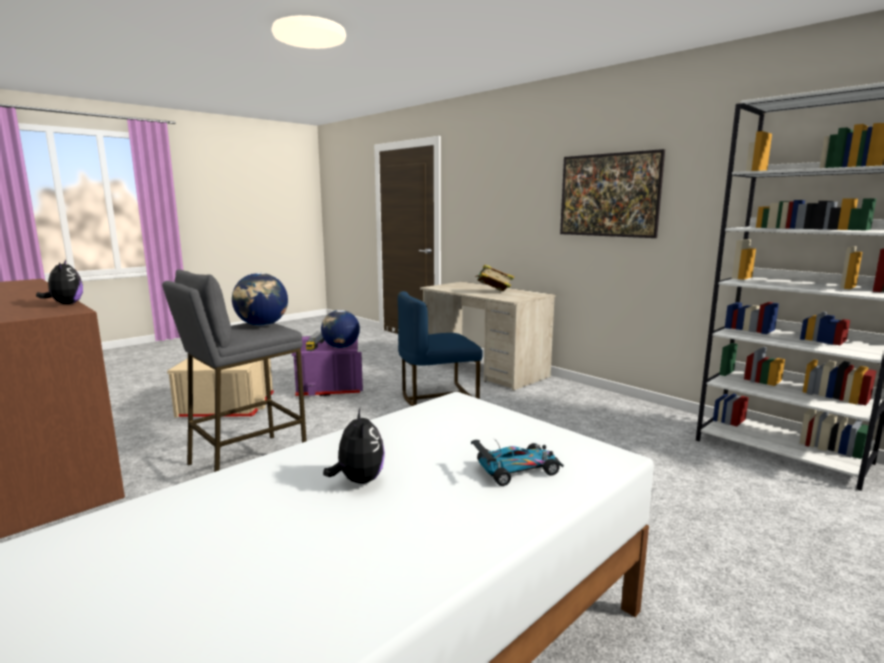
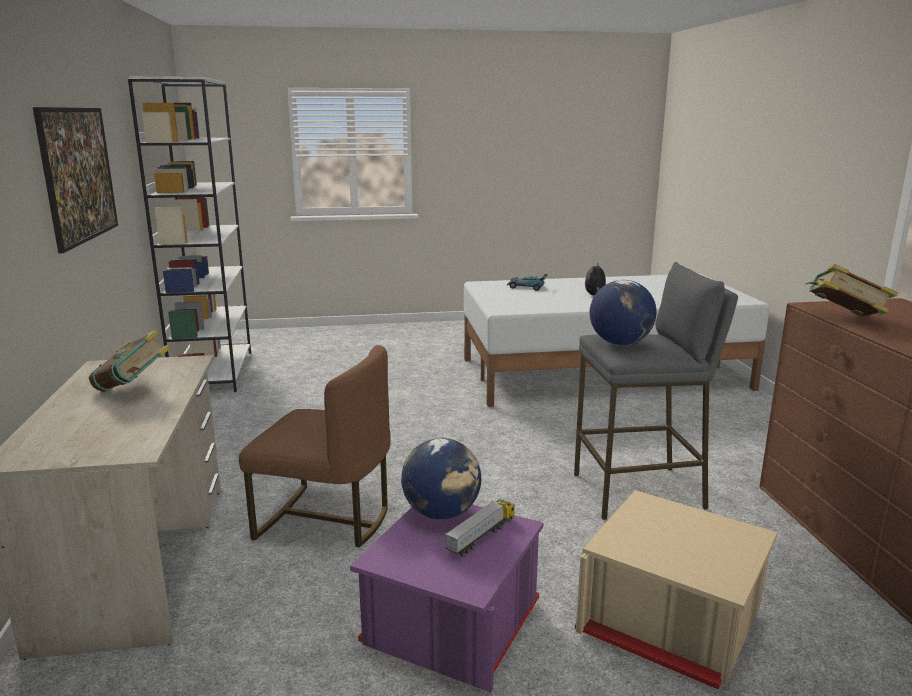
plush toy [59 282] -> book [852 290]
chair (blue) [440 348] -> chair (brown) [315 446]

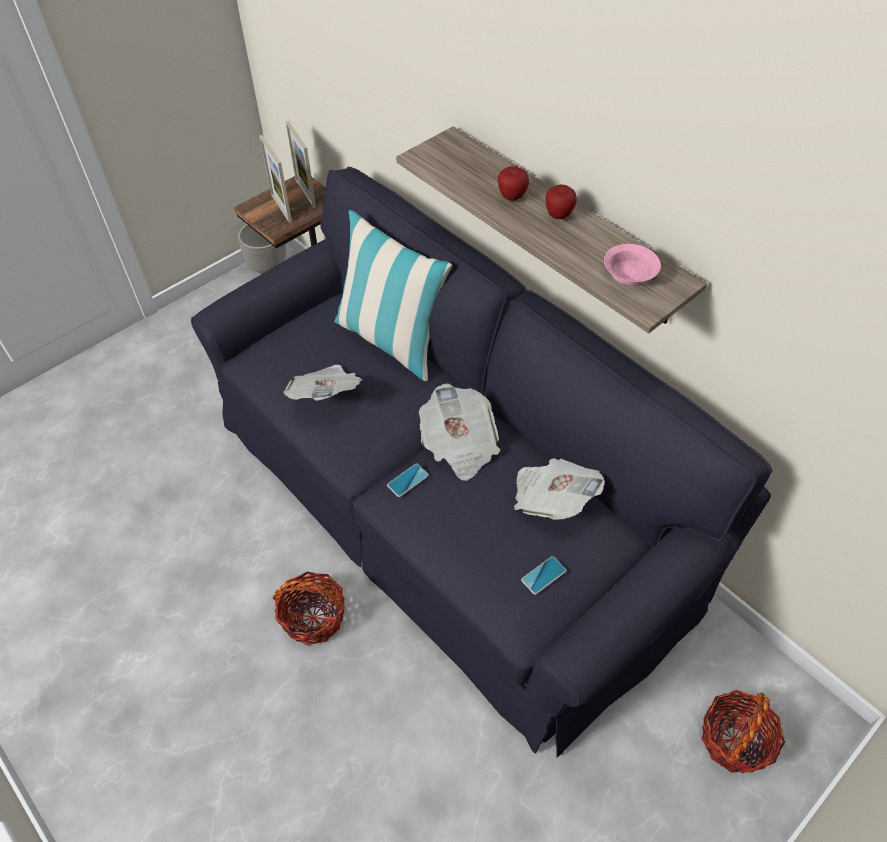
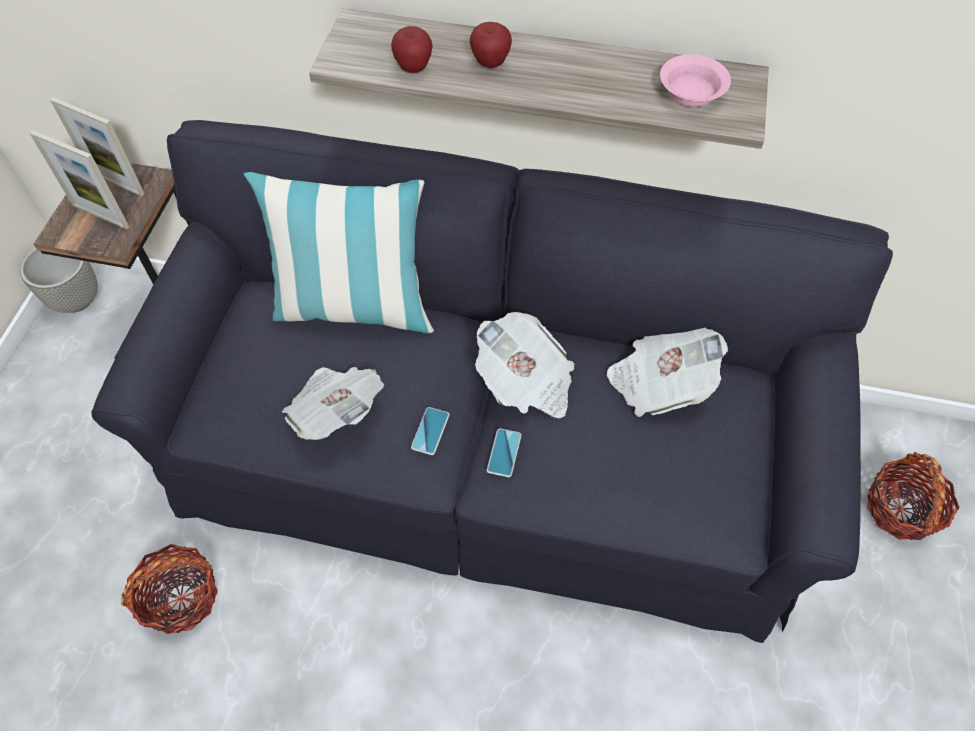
basket [309 608] -> basket [169 589], shifted
phone [543 575] -> phone [430 431], shifted
apple [561 202] -> apple [411 49], shifted

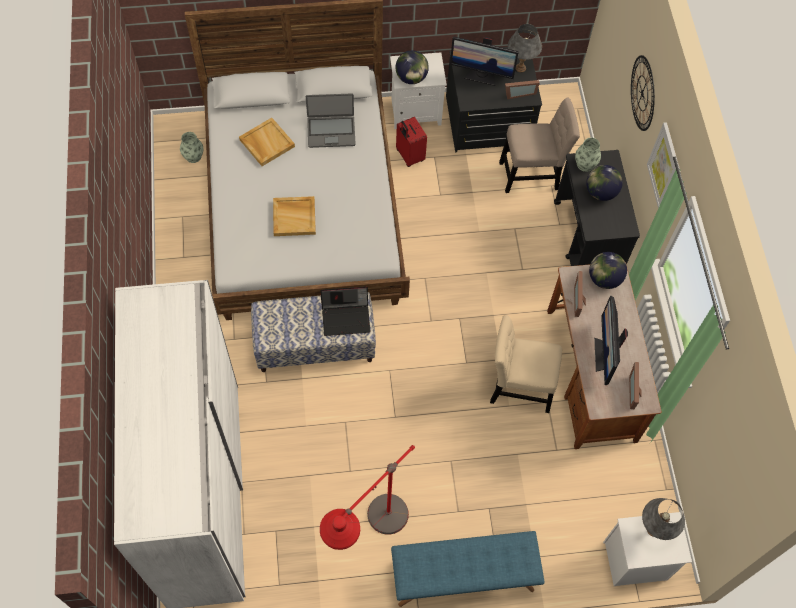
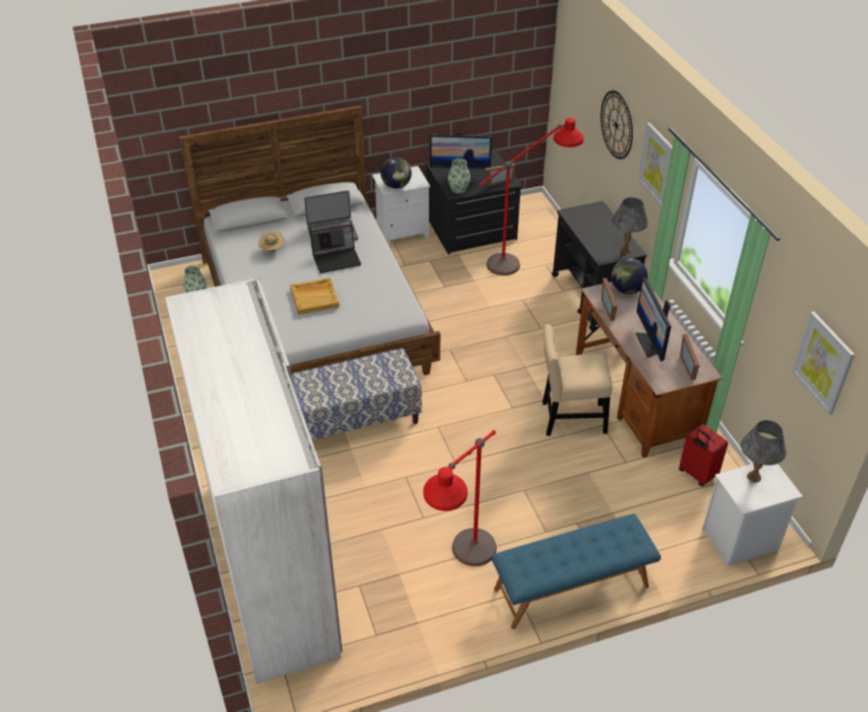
globe [604 183] -> none
none -> picture [823 363]
laptop [345 311] -> laptop [335 248], shifted
suitcase (red) [411 142] -> suitcase (red) [703 455], shifted
table lamp (grey) [525 48] -> table lamp (grey) [630 225], shifted
vase [588 155] -> vase [459 175], shifted
tray (beige) [267 142] -> hat (beige) [271 241]
chair (beige) [539 145] -> floor lamp (red) [531 197]

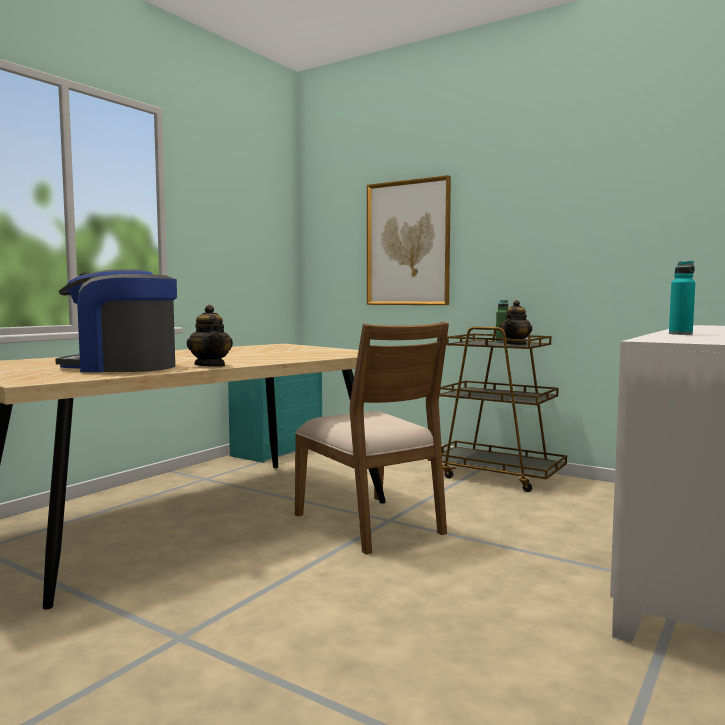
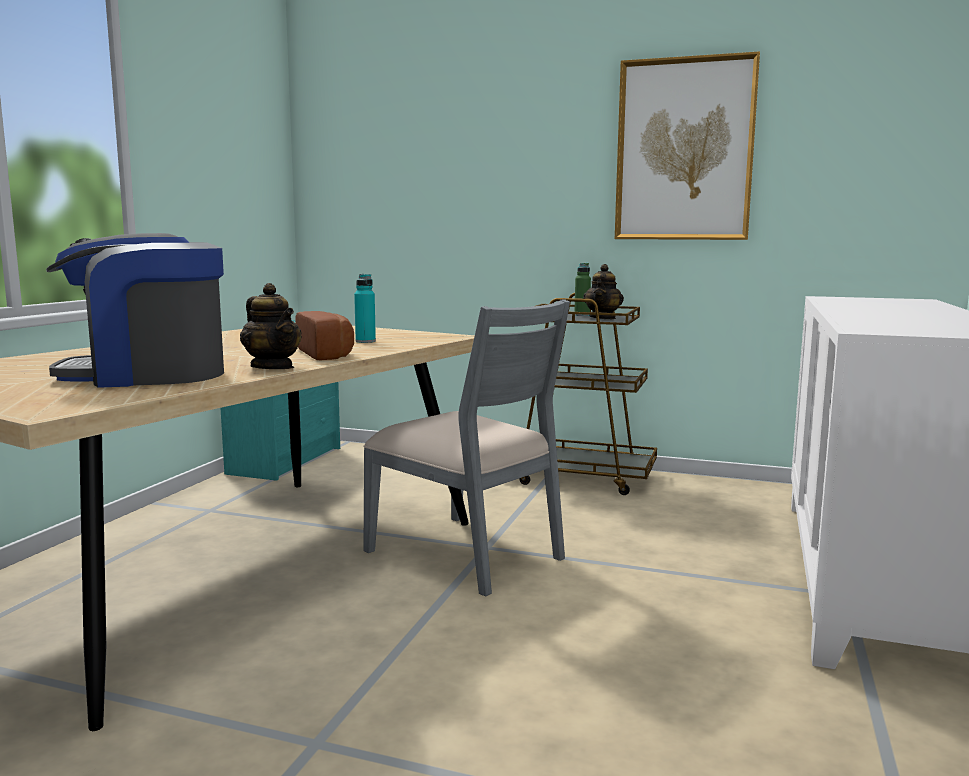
none -> bread [325 335]
picture [409 240] -> picture [687 145], shifted
bottle (turquoise) [682 298] -> bottle (turquoise) [365 308], shifted
chair (brown) [372 438] -> chair (grey) [466 448]

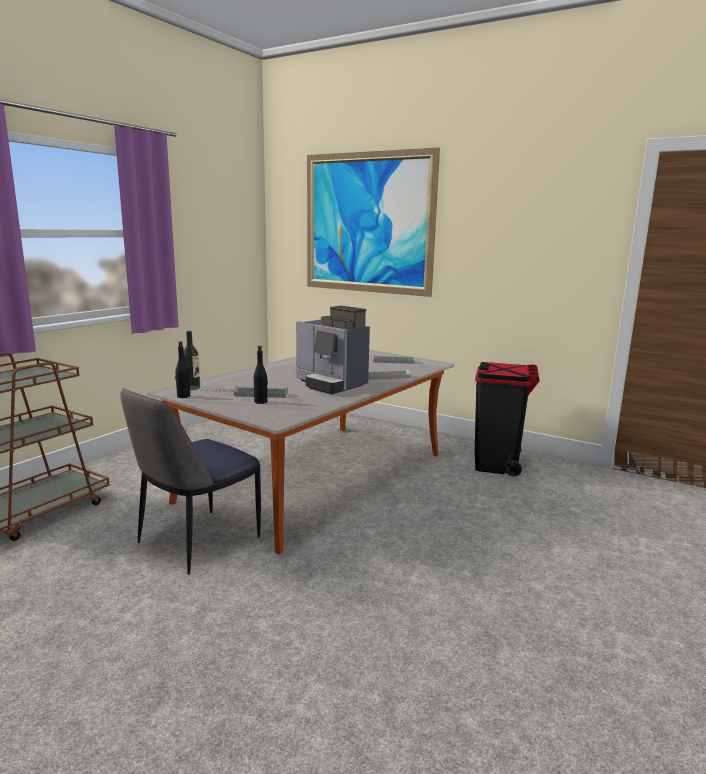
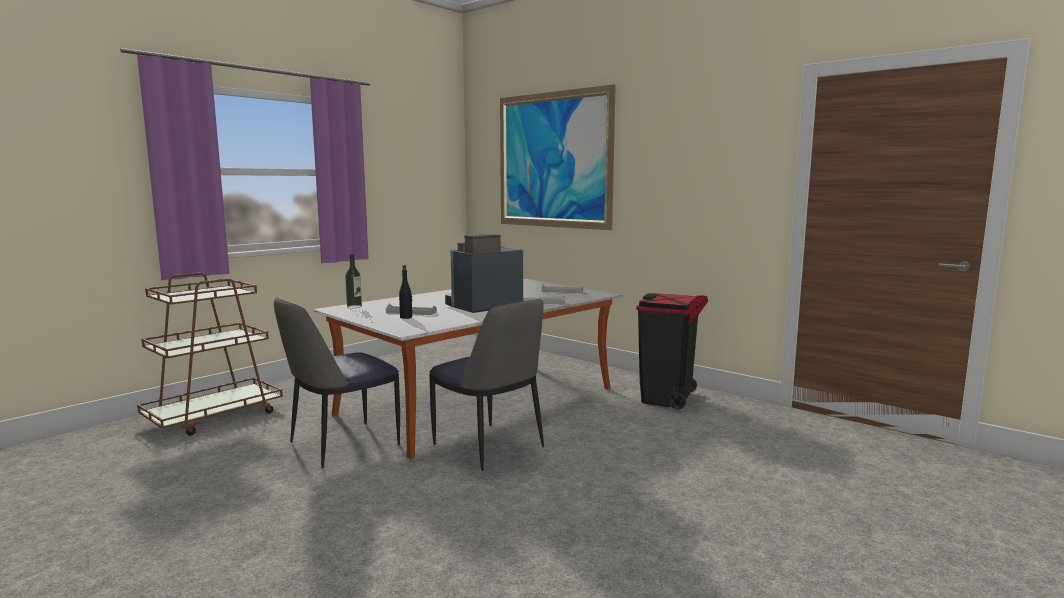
bottle (black) [182 369] -> none
none -> chair [486 385]
coffee machine [333 350] -> coffee machine [484 273], 90 degrees clockwise

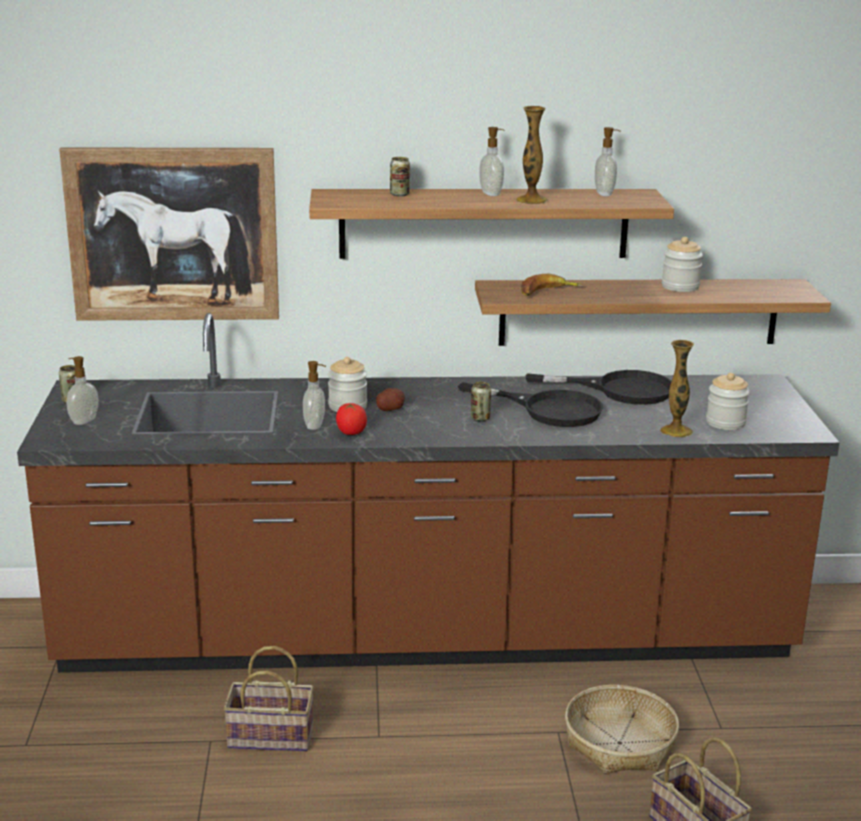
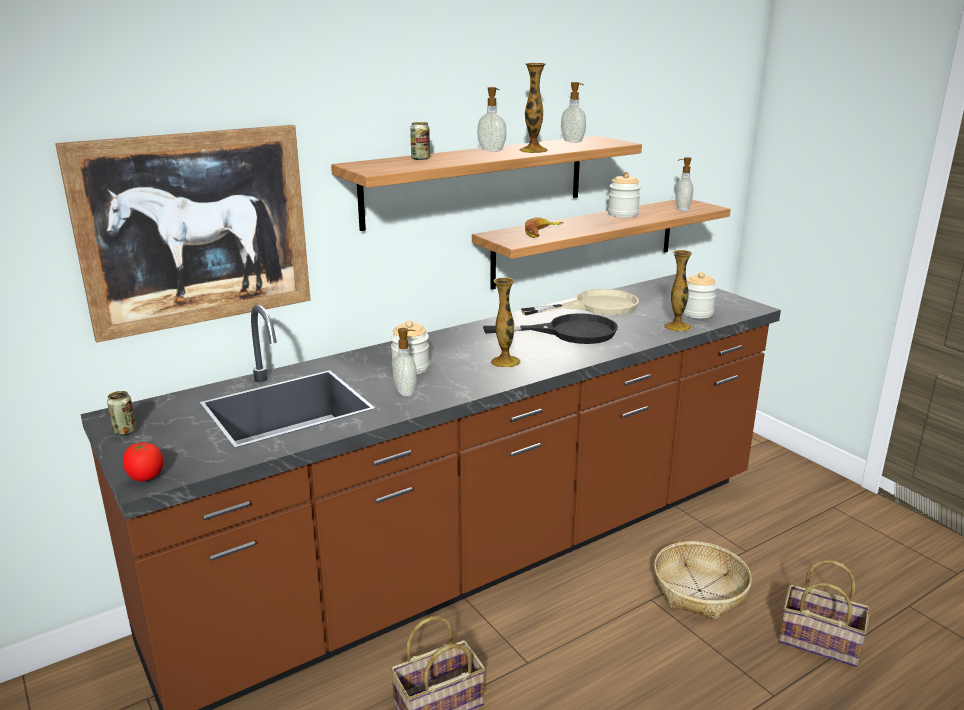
potato [390 399] -> none
can [481 402] -> none
none -> vase [506 322]
soap dispenser [82 390] -> soap dispenser [684 184], shifted
tomato [351 419] -> tomato [143 462], shifted
frying pan (black) [598 387] -> frying pan (beige) [580 302]

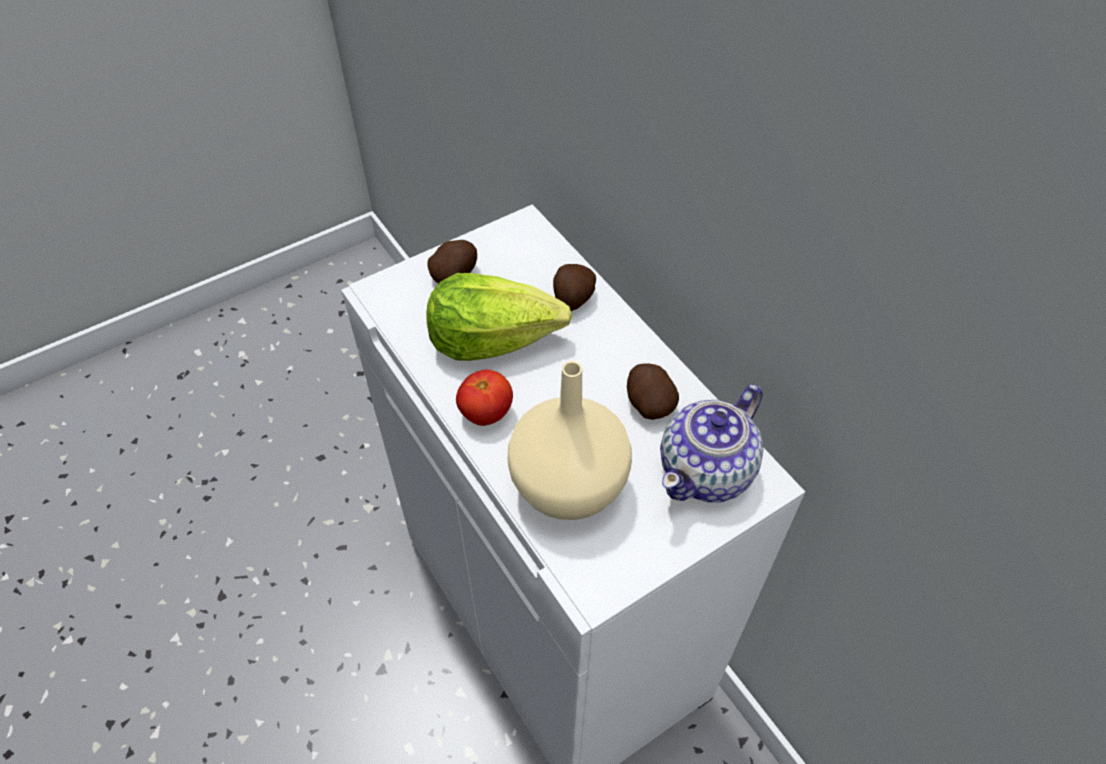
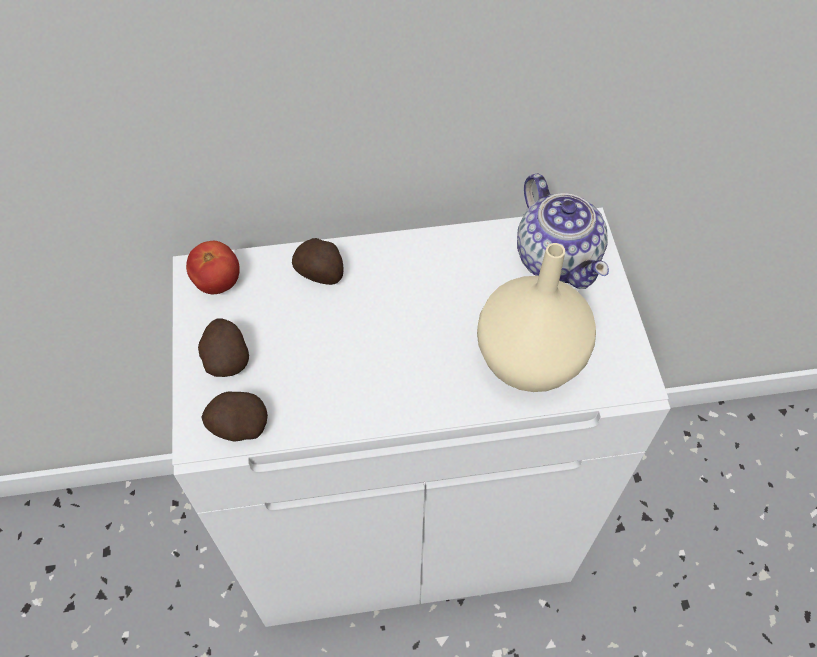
lettuce [499 317] -> none
tomato [484 397] -> tomato [213 267], shifted
potato [653 391] -> potato [234 416], shifted

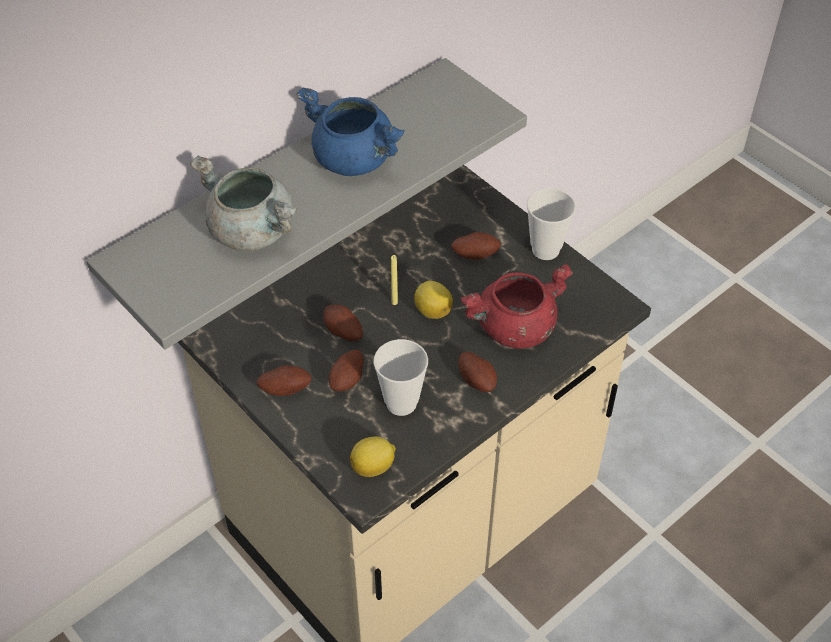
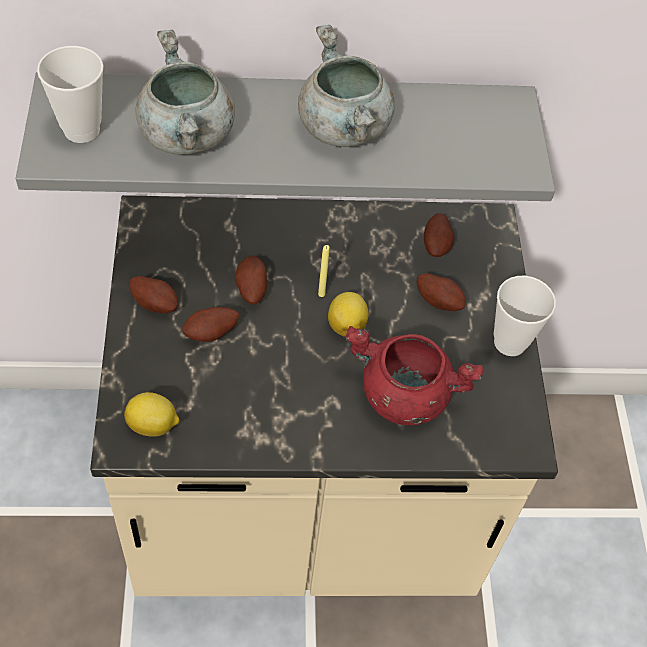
cup [400 377] -> cup [70 94], shifted
potato [478 372] -> potato [439 235], shifted
cooking pot (blue) [350 131] -> cooking pot (grey) [346 86]

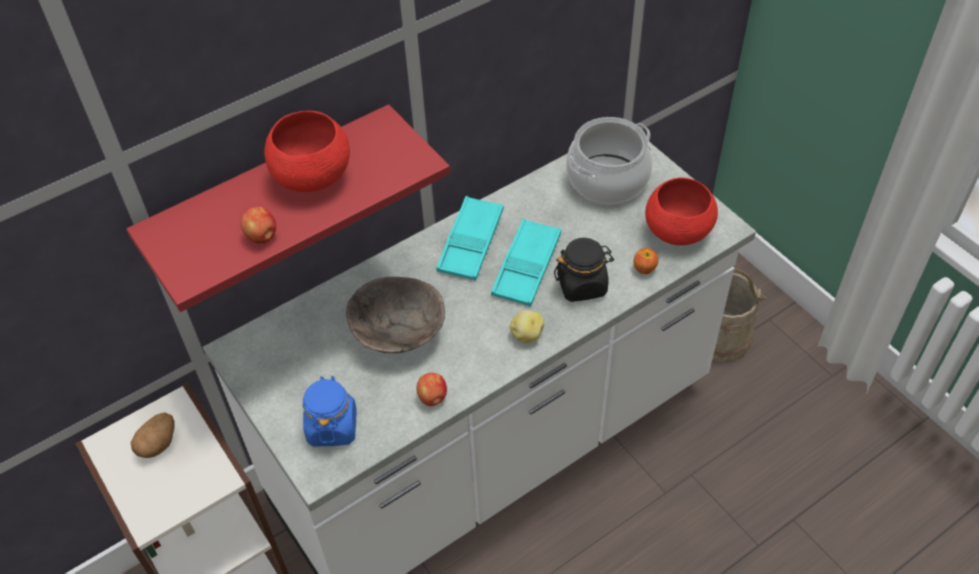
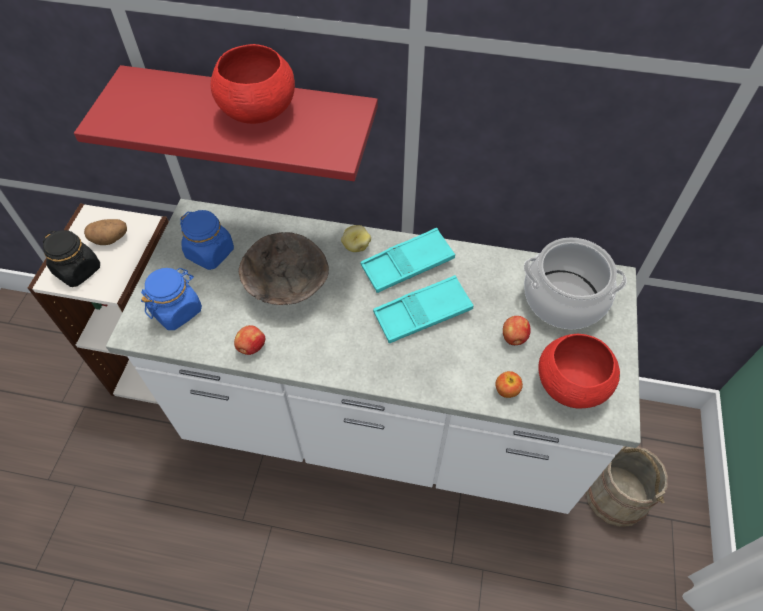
none -> jar (blue) [207 240]
apple [258 225] -> apple [517 330], shifted
potato [527 326] -> potato [356 238], shifted
jar (black) [584 270] -> jar (black) [71 258], shifted

